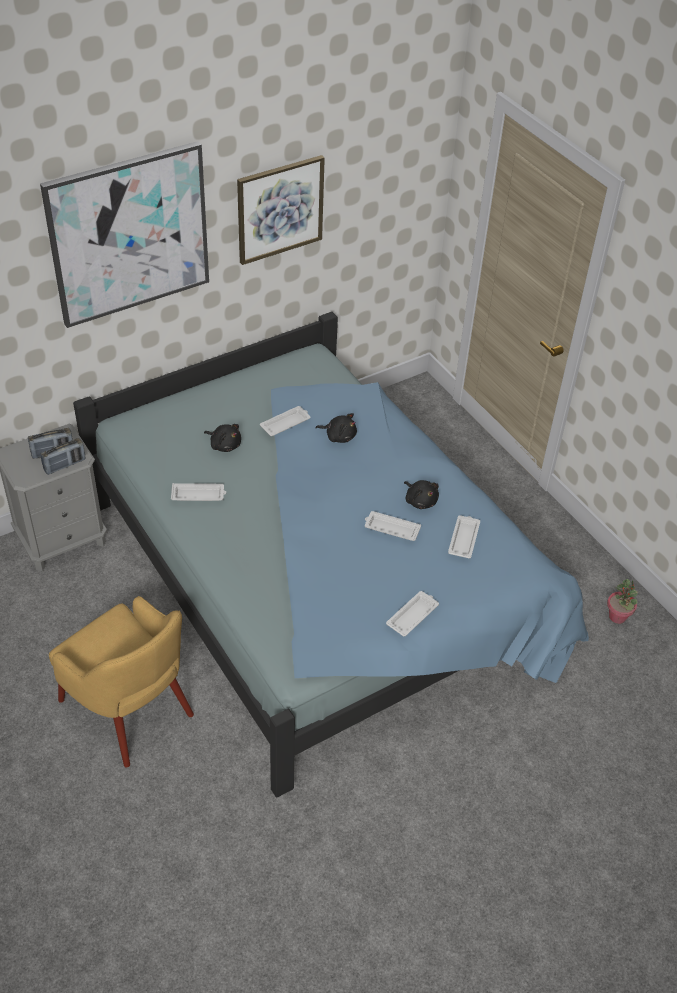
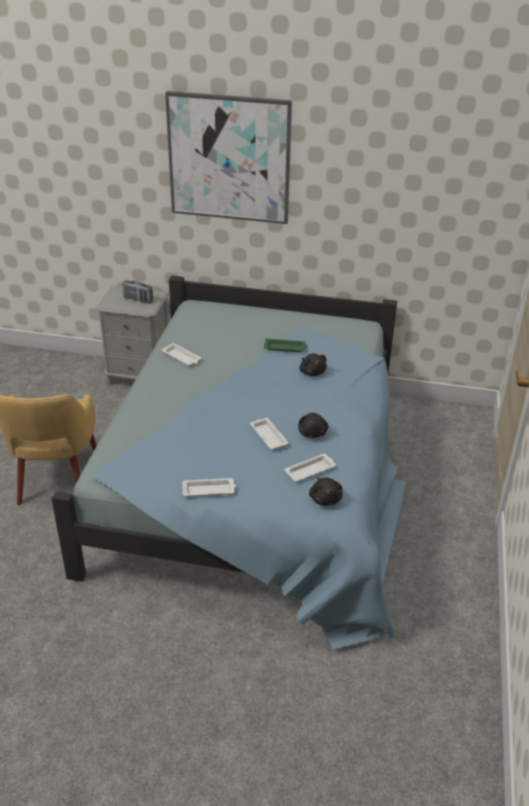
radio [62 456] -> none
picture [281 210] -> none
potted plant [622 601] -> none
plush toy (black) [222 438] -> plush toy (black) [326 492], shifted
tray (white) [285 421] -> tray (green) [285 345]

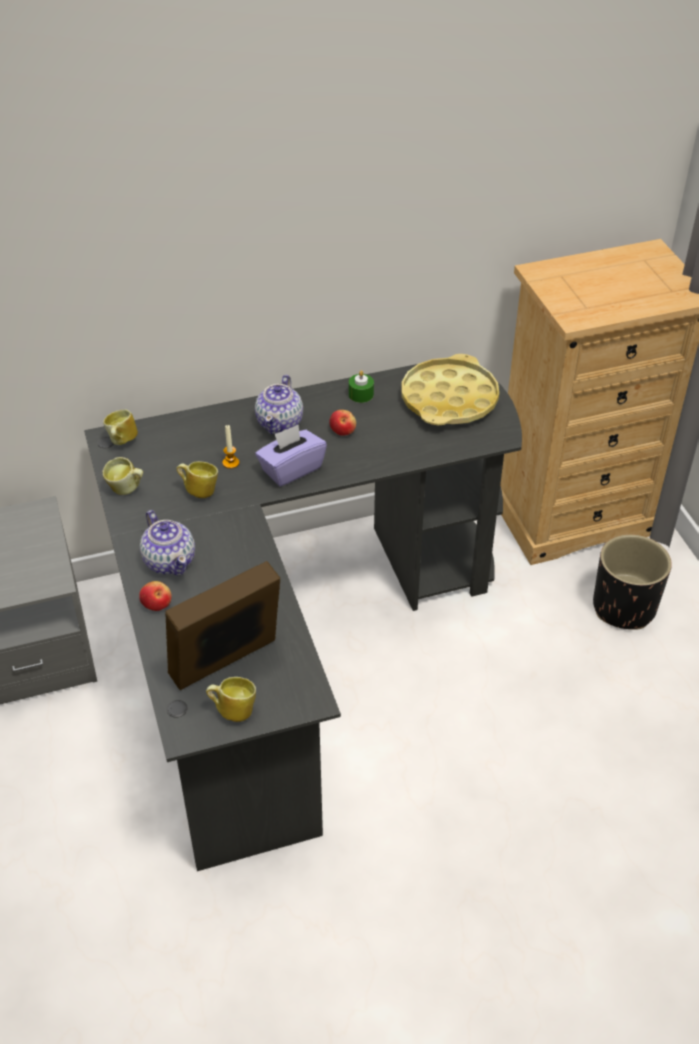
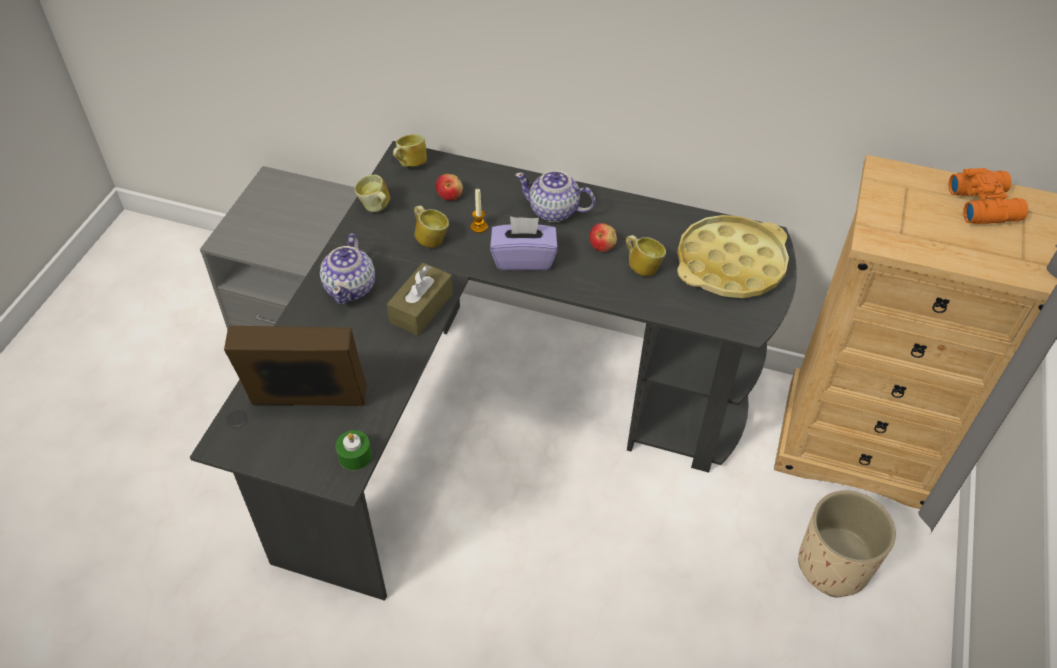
none -> tissue box (brown) [420 299]
none -> binoculars (orange) [988 196]
apple [155 596] -> apple [449 187], shifted
mug [231 699] -> mug [646 255], shifted
candle (green) [361 386] -> candle (green) [354 450], shifted
planter (black) [632 582] -> planter (beige) [847 544]
teapot [279 404] -> teapot [555 196], 60 degrees clockwise

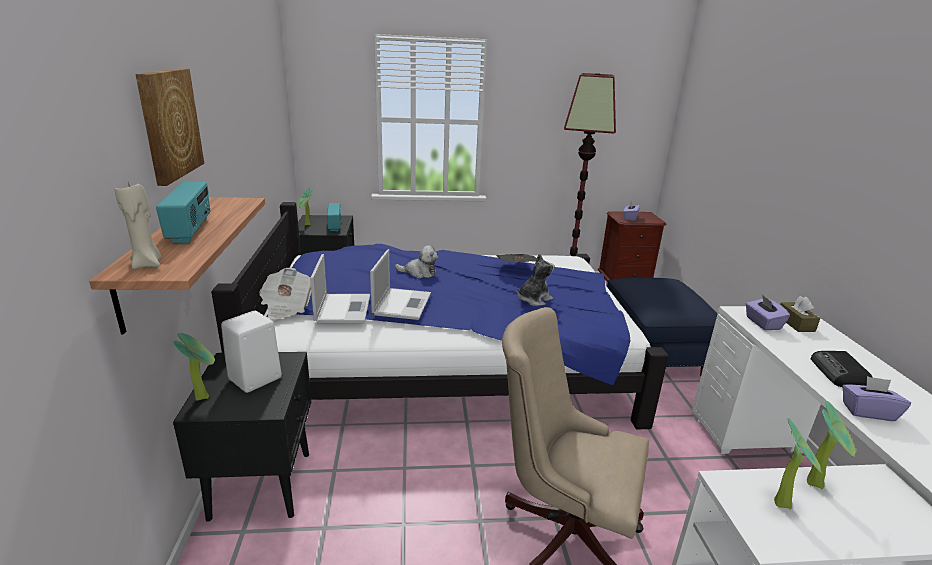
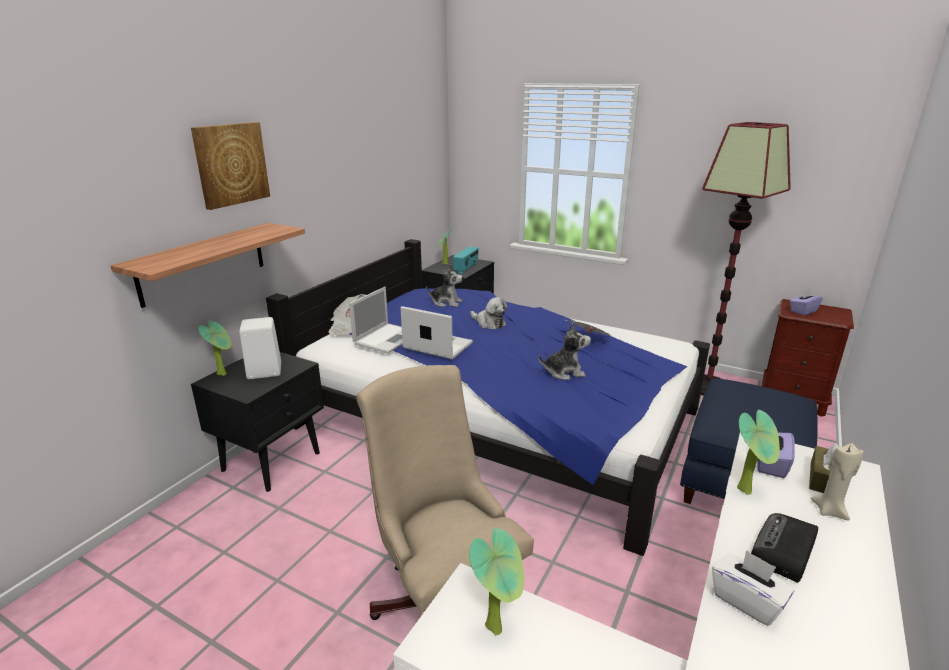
radio [183 212] -> none
none -> plush toy [444 285]
candle (beige) [138 225] -> candle (beige) [837 482], shifted
potted plant [831 444] -> potted plant [758 452], shifted
tissue box (purple) [876 398] -> tissue box (white) [753 588]
laptop [400 284] -> laptop [436 332], 105 degrees counterclockwise

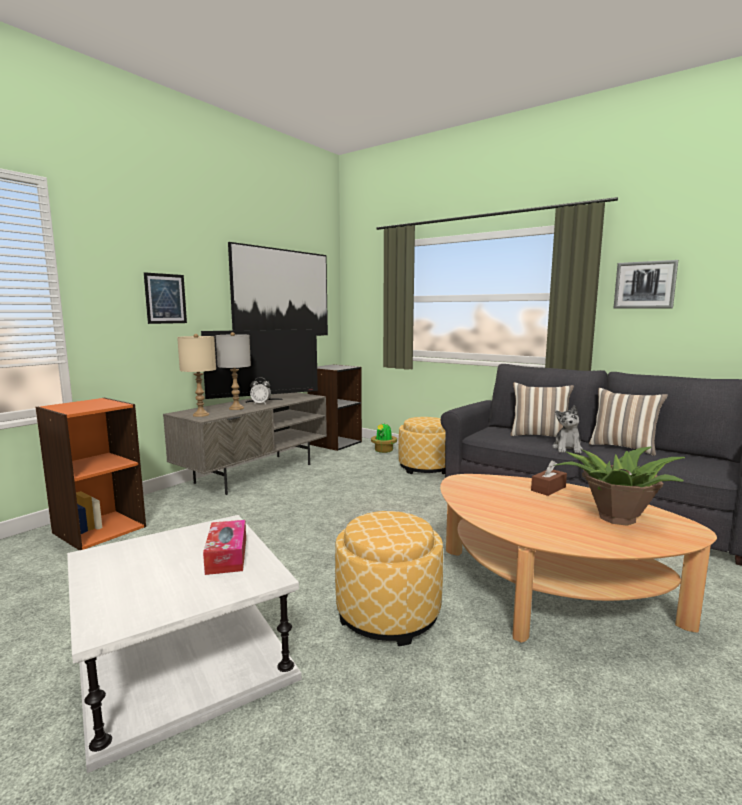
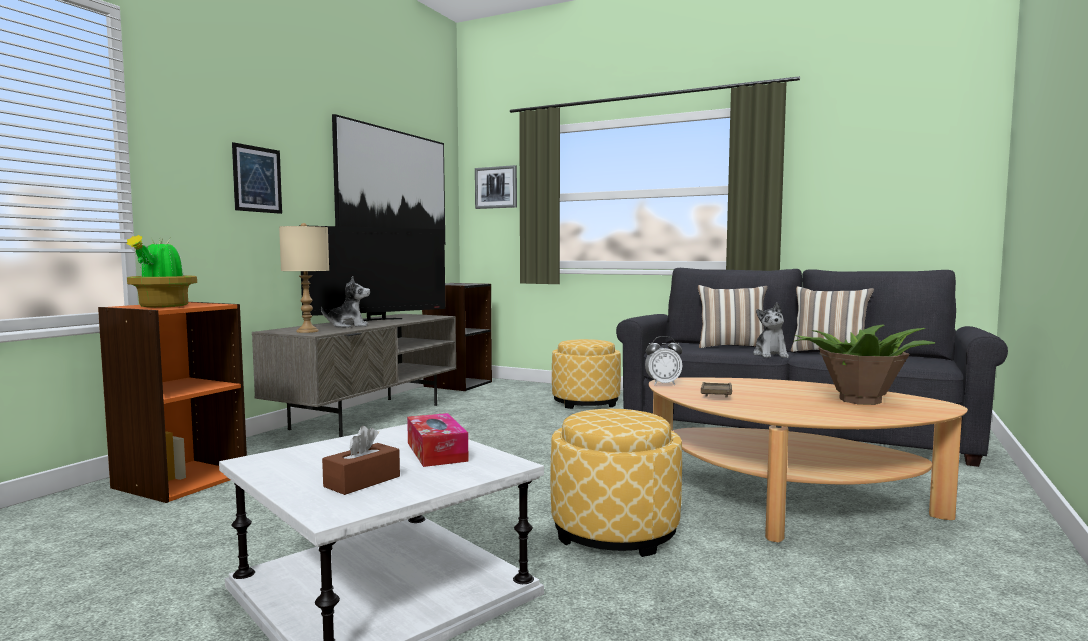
none -> tray (brown) [716 390]
alarm clock [260 391] -> alarm clock [663 360], shifted
potted plant [384 437] -> potted plant [162 271], shifted
tissue box (brown) [549 478] -> tissue box (brown) [361 460], shifted
picture [645 284] -> picture [496 187], shifted
table lamp (grey) [233 371] -> plush toy [345 302]

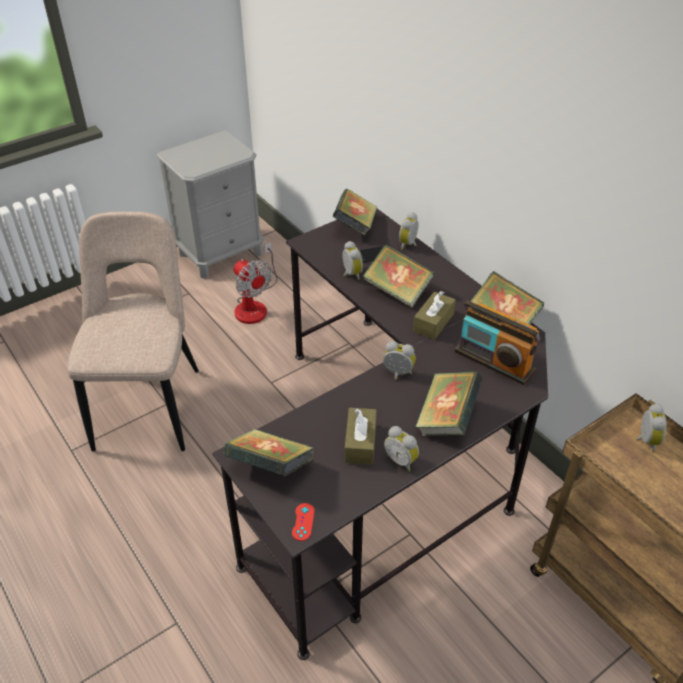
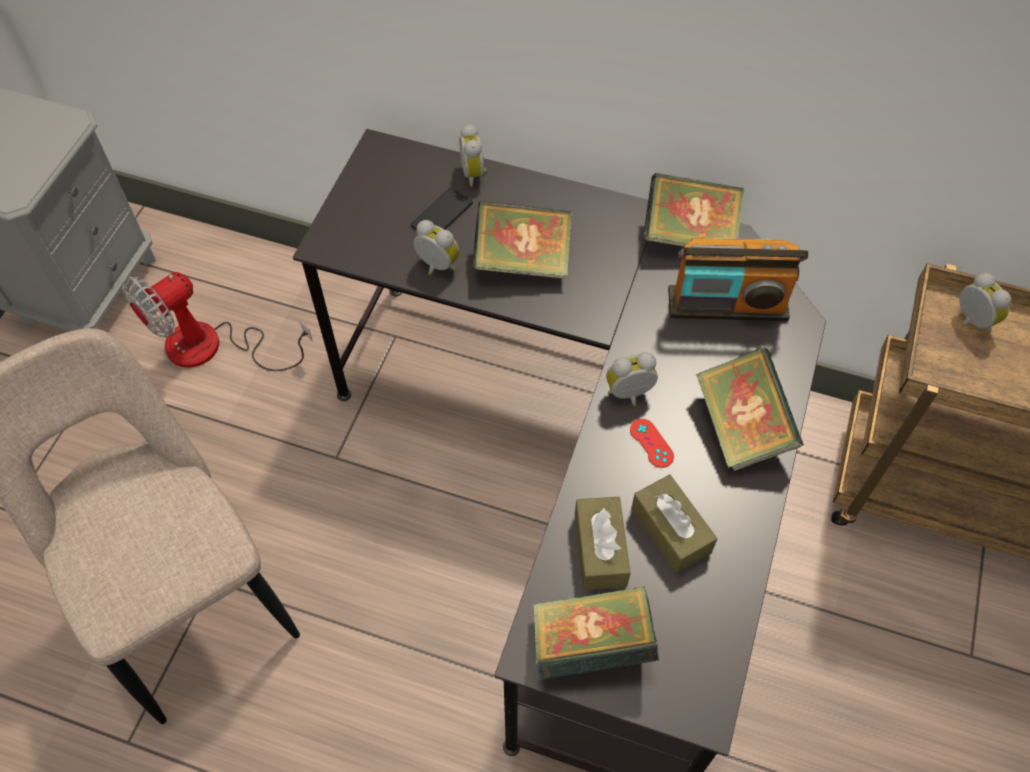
book [355 212] -> none
alarm clock [401 449] -> none
game controller (red) [303 522] -> game controller (red) [652 443], shifted
tissue box (brown) [434 315] -> tissue box (brown) [602 543], shifted
fan [255 282] -> fan [217 321], 120 degrees clockwise

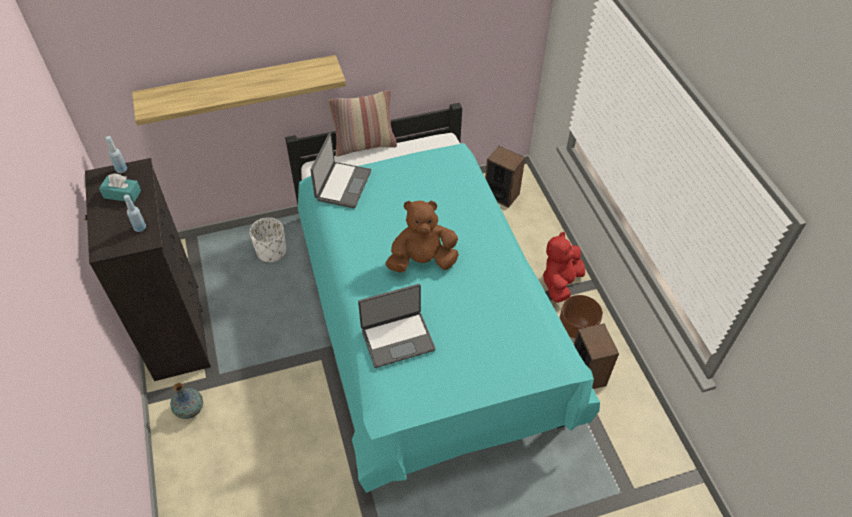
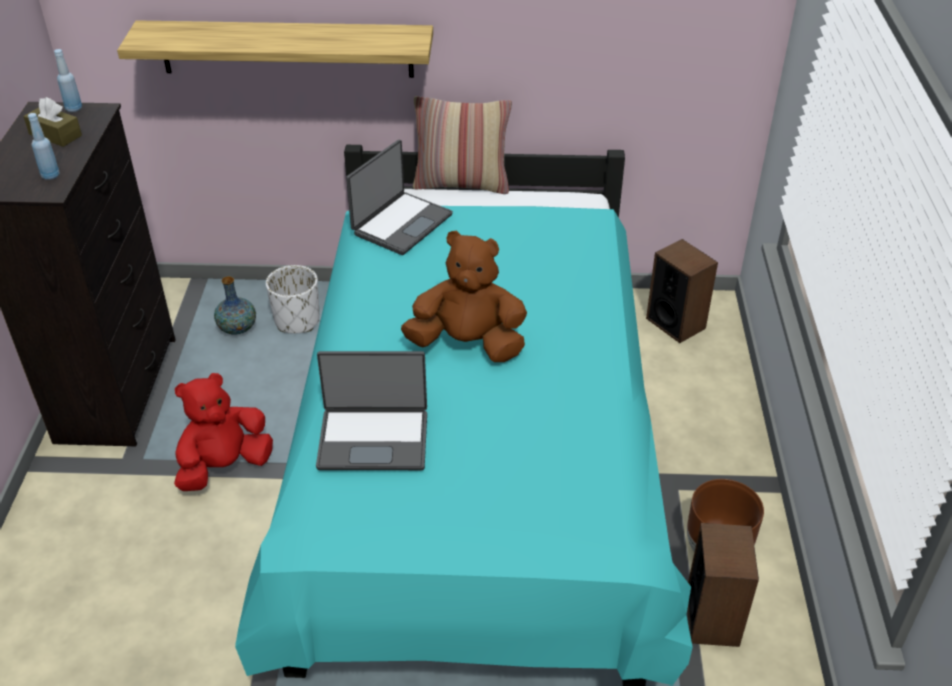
vase [186 401] -> vase [235 305], shifted
plush toy (red) [564 267] -> plush toy (red) [223 432], shifted
tissue box (turquoise) [120 188] -> tissue box (brown) [53 122]

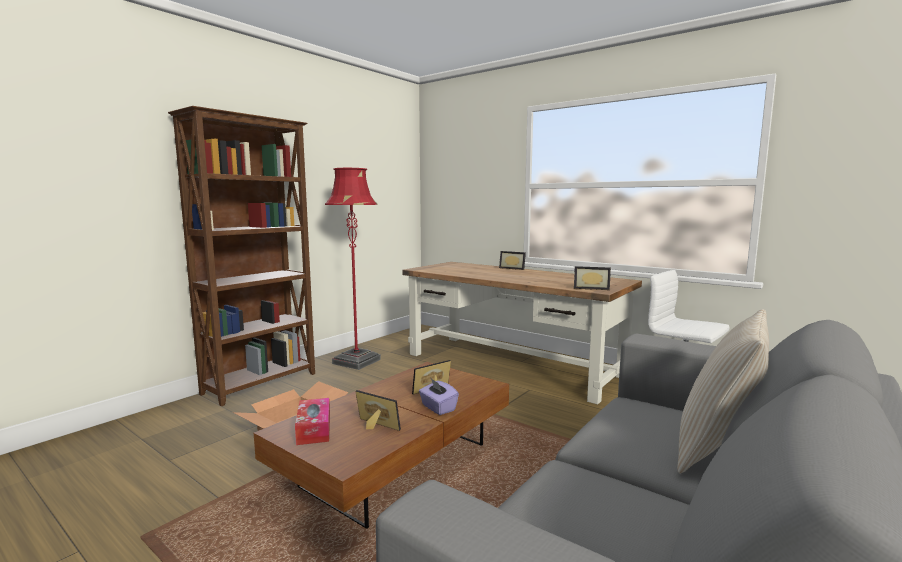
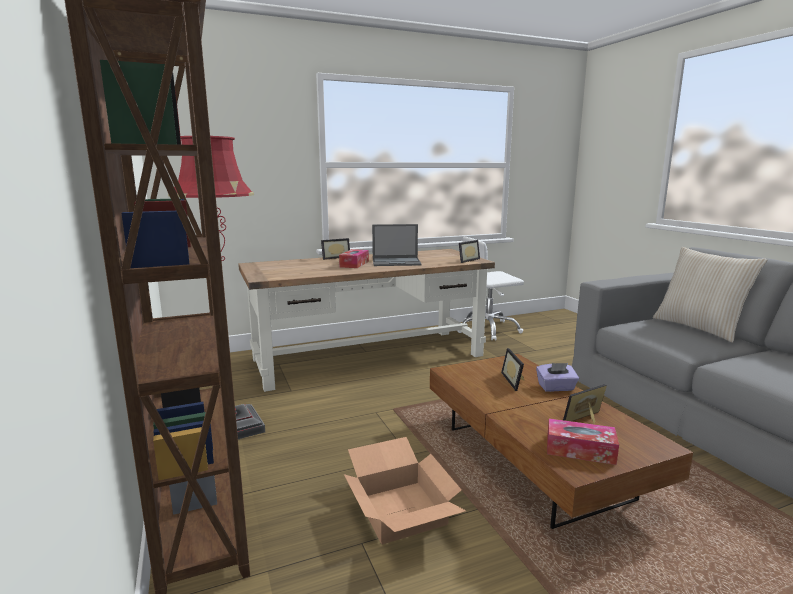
none -> tissue box [354 258]
none -> laptop [397 245]

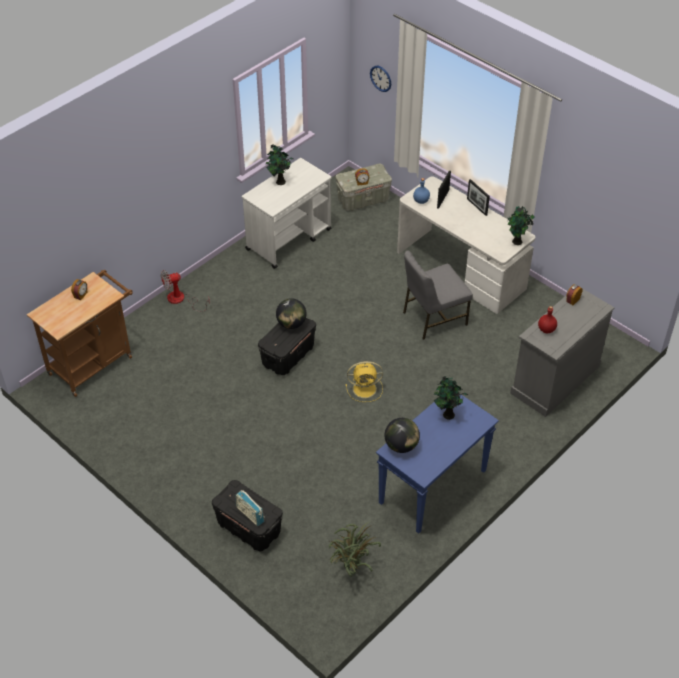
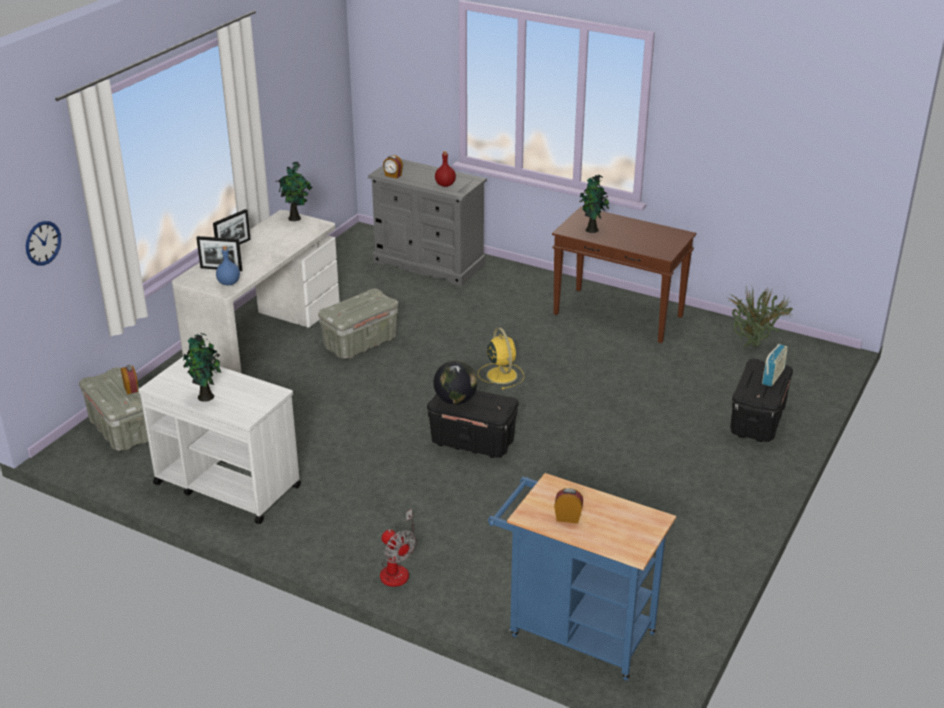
globe [402 435] -> none
chair (grey) [438 295] -> storage box (grey) [358 324]
cart (brown) [80 333] -> cart (blue) [582 577]
console table (blue) [437 463] -> console table (brown) [624 275]

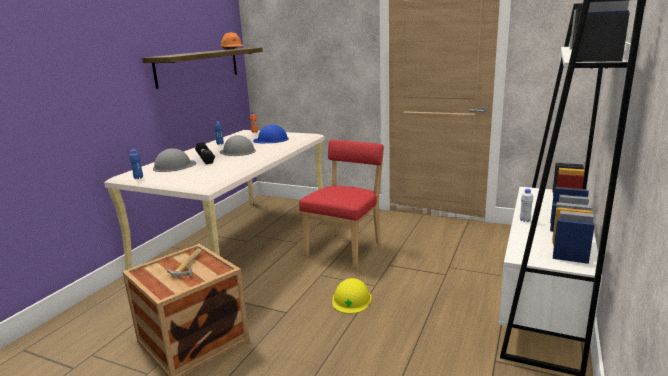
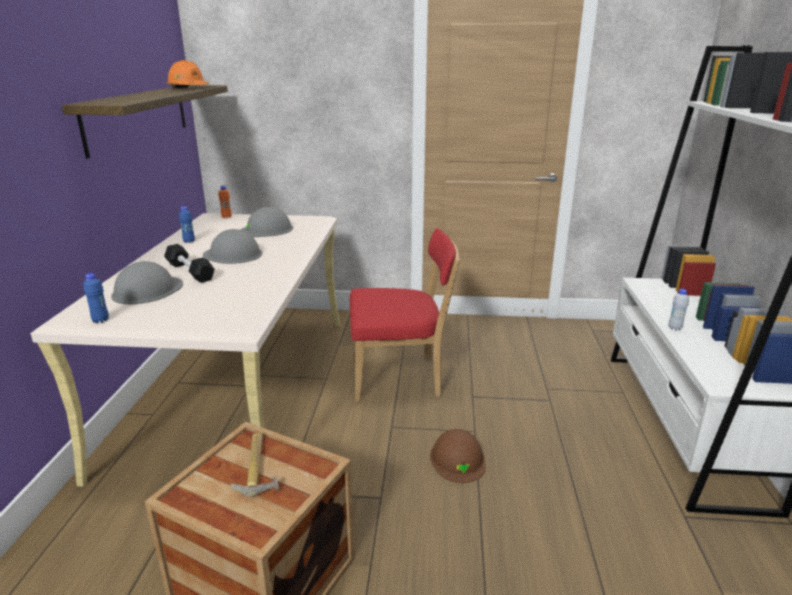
hard hat (blue) [271 134] -> hard hat (grey) [266 222]
hard hat (yellow) [352 296] -> hard hat (brown) [458 456]
chair (red) [341 204] -> chair (red) [405 315], 75 degrees clockwise

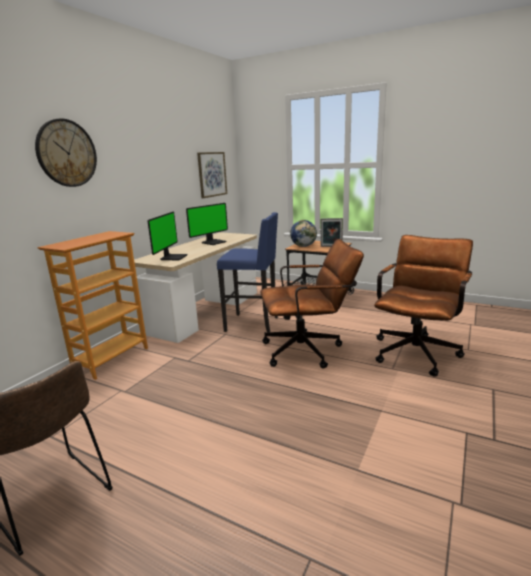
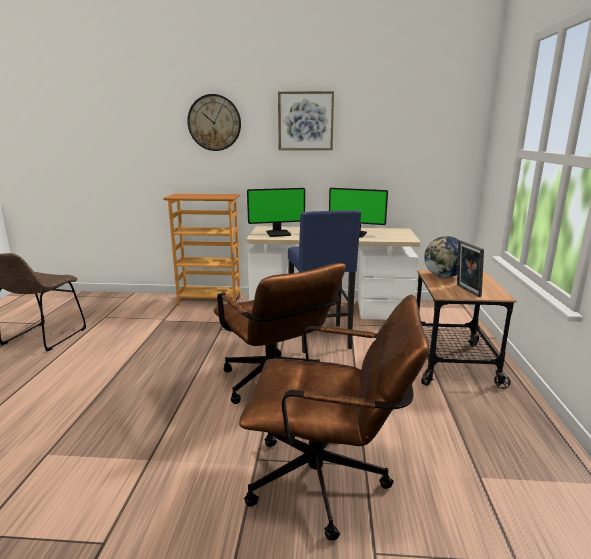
picture [212 175] -> picture [306 120], shifted

